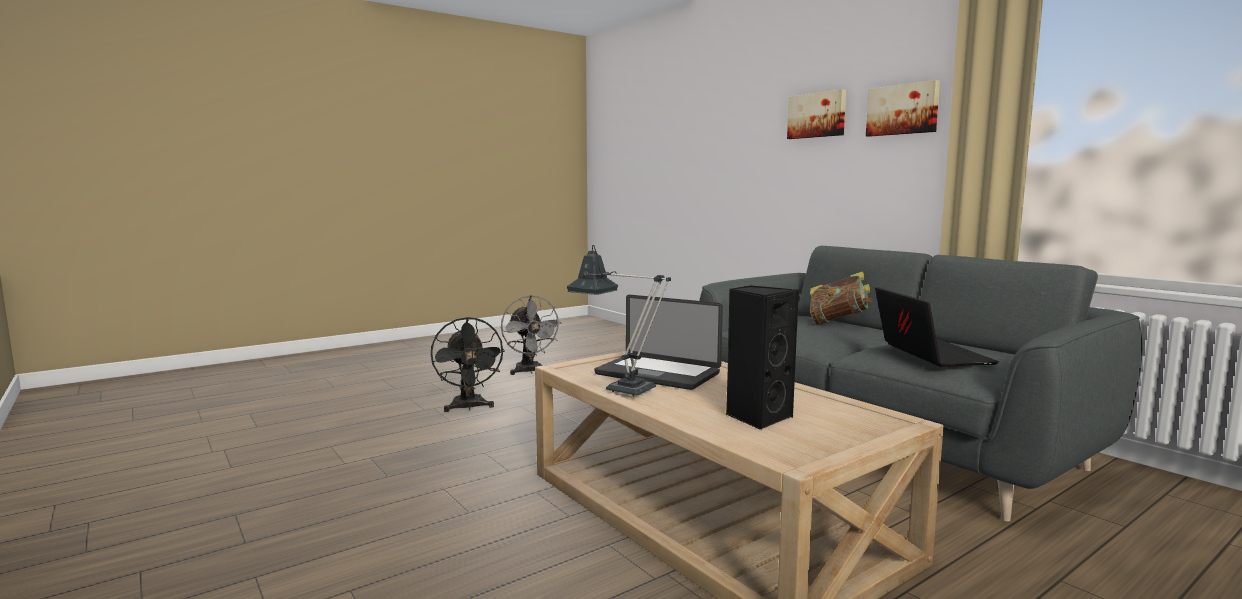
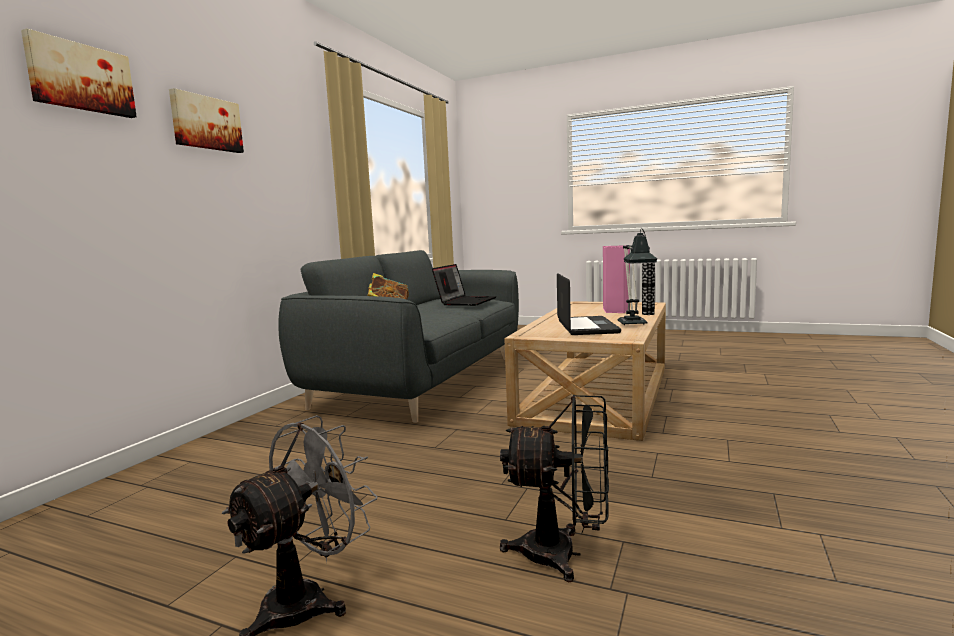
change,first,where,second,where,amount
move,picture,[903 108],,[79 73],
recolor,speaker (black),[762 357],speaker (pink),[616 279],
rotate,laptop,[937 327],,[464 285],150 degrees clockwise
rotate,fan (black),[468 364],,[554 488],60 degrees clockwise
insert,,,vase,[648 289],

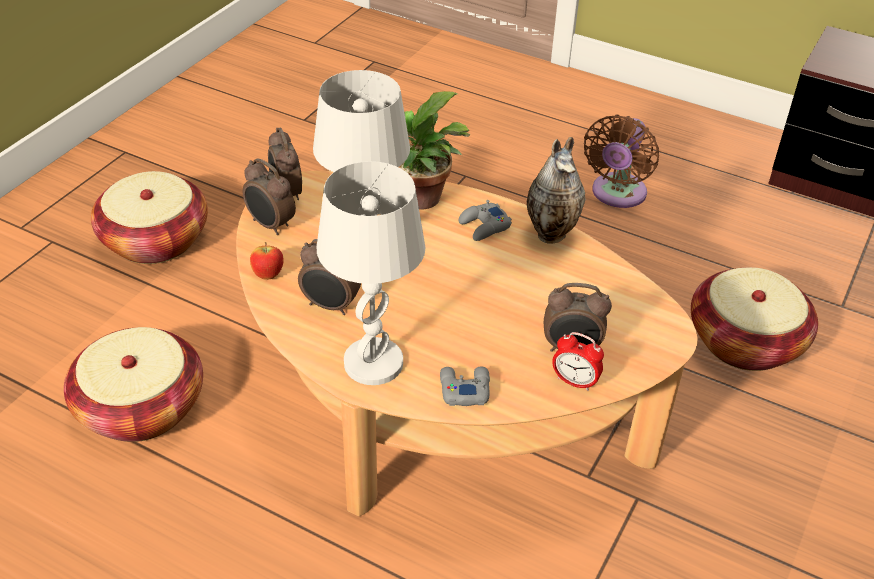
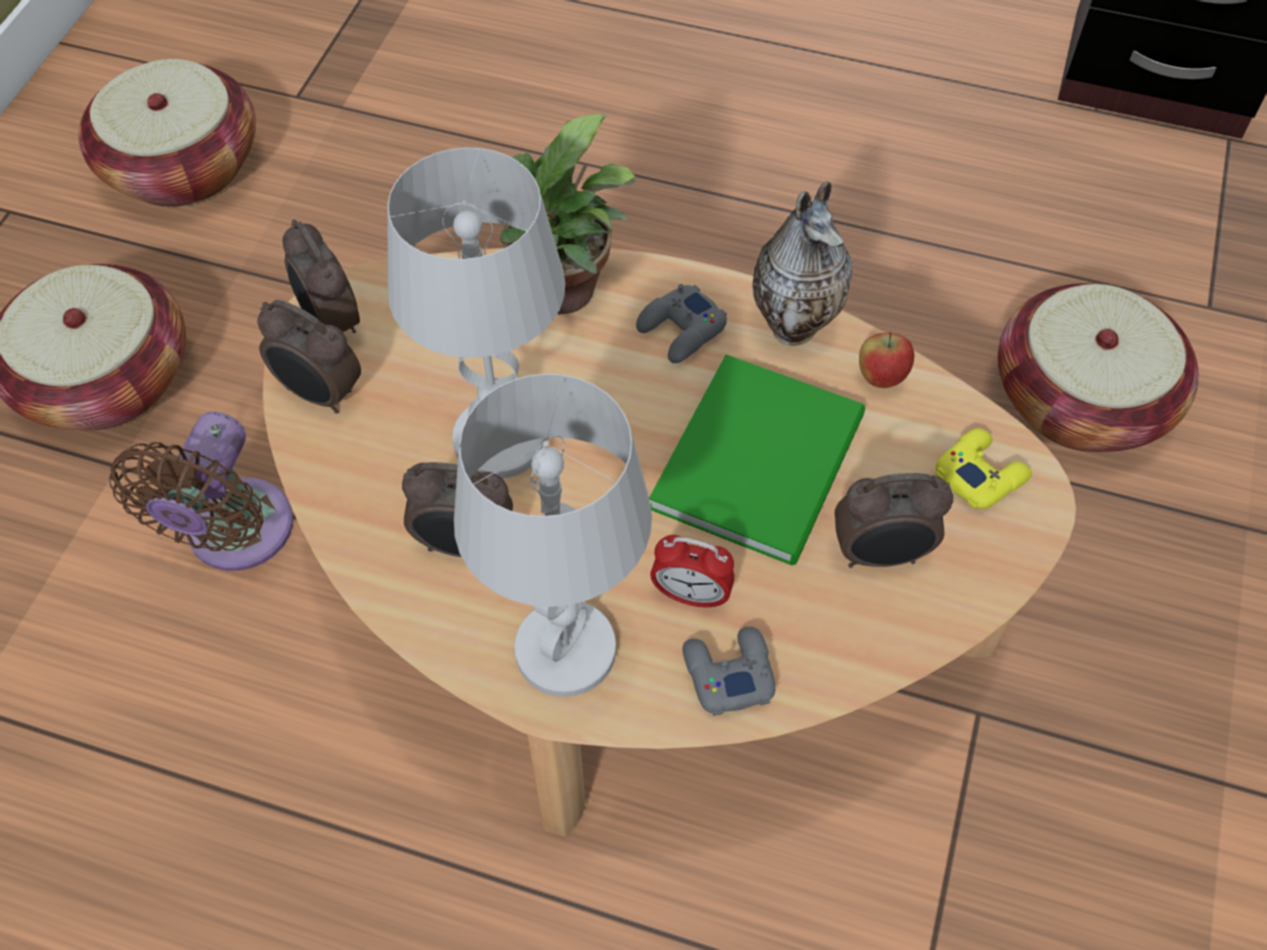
change,first,where,second,where,amount
move,fan (brown),[621 161],,[201 491],
move,apple,[267 261],,[886 360],
move,basket,[133 384],,[167 133],
move,alarm clock,[578 361],,[692 572],
insert,,,book (green),[757 459],
insert,,,game controller (yellow),[984 468],

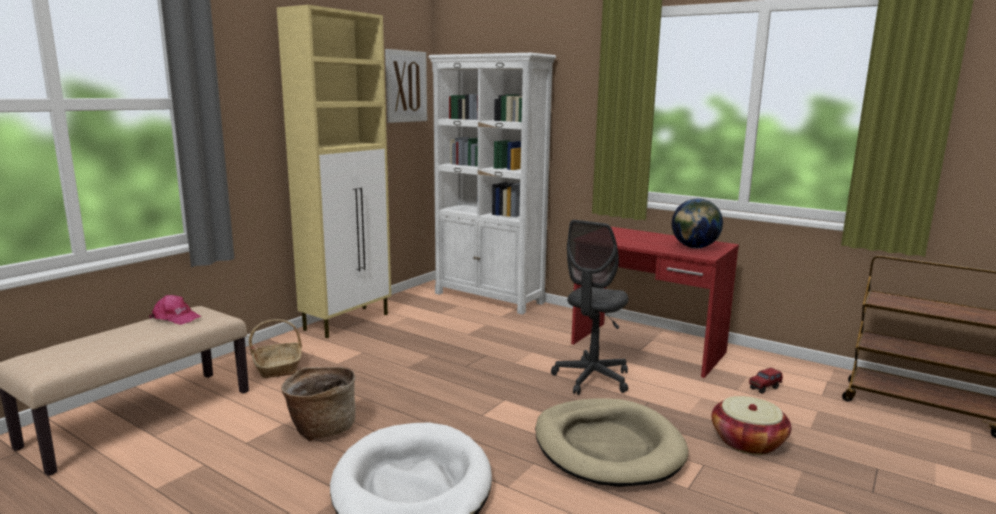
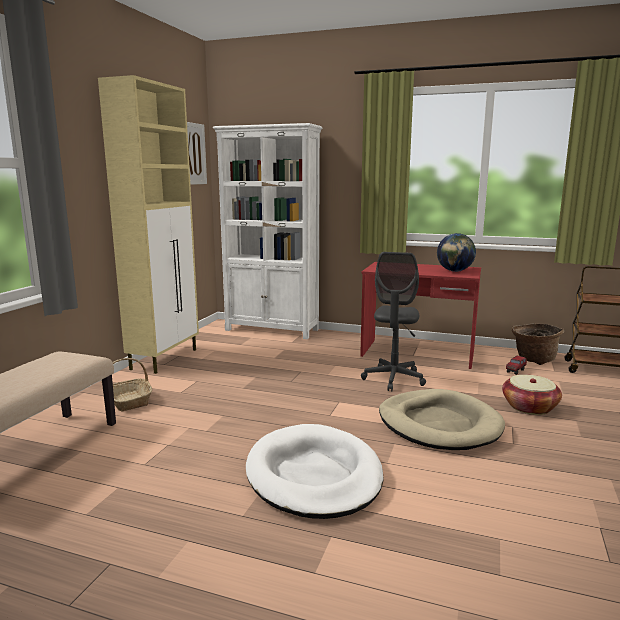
change,first,where,second,where,amount
delete,cap (pink),[175 310],,,
move,basket,[318 404],,[538 344],

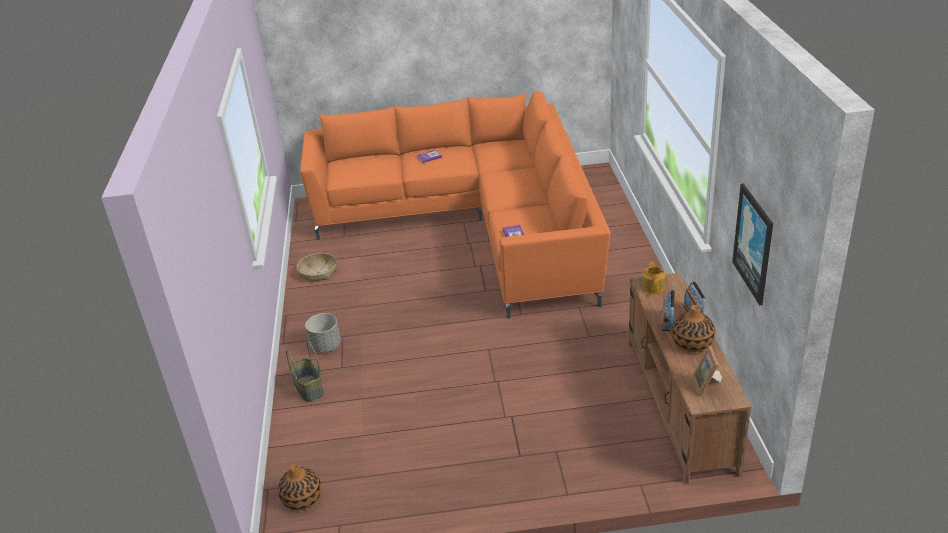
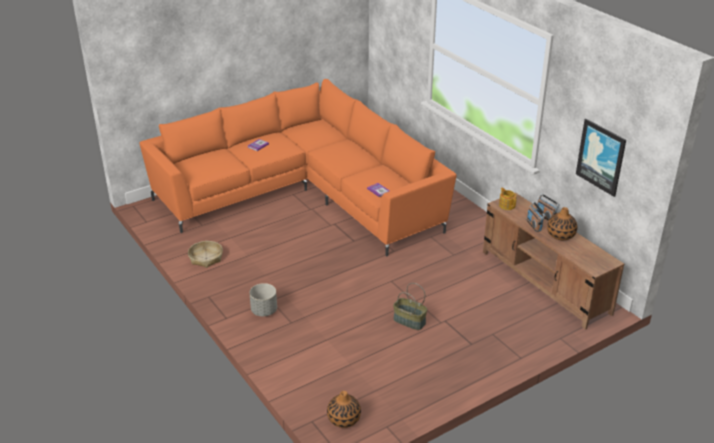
change,first,where,second,where,amount
move,basket,[305 372],,[410 306],
delete,picture frame,[707 371],,,

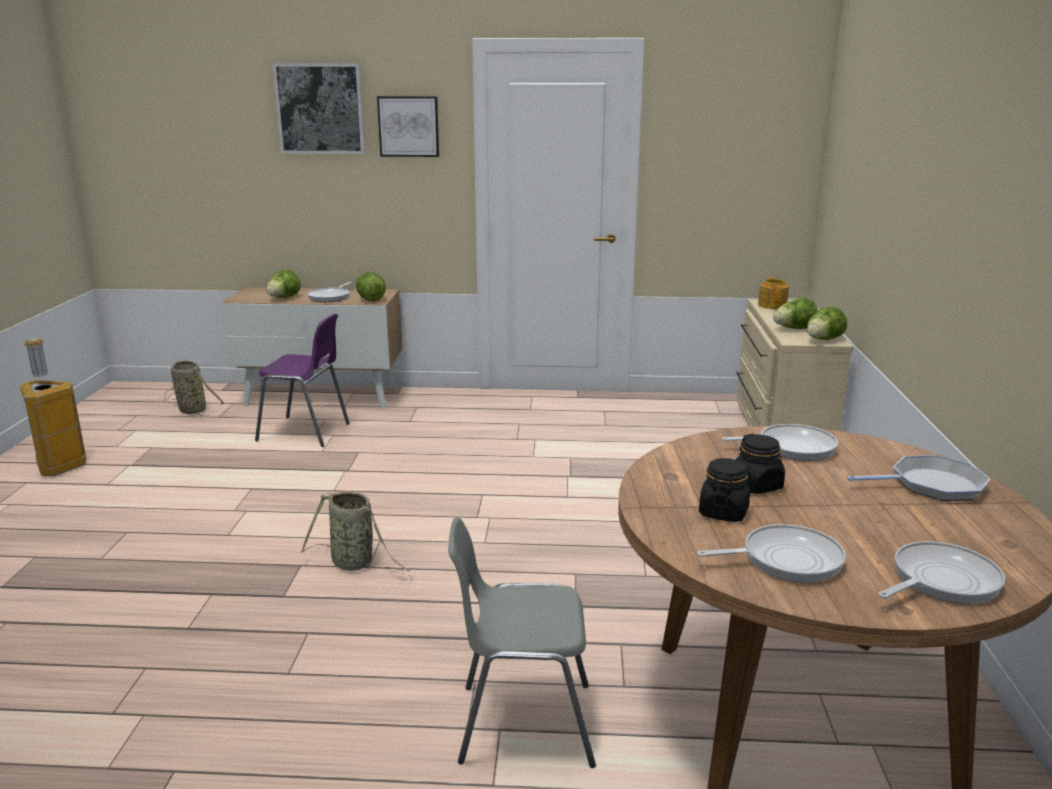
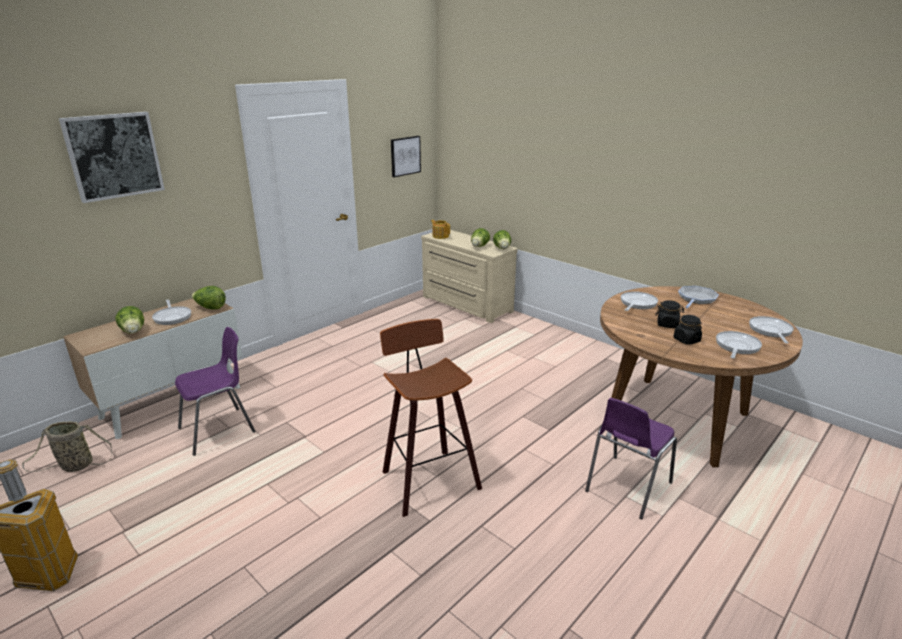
change,first,where,second,where,amount
move,picture,[408 126],,[406 156],
replace,basket,[356 531],stool,[431 418],
recolor,chair (grey),[522 642],chair (purple),[631 458],

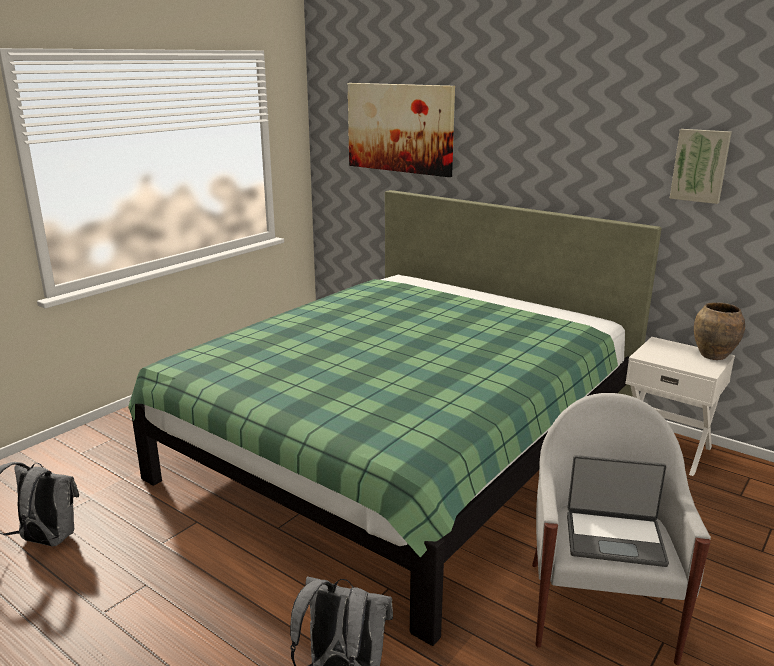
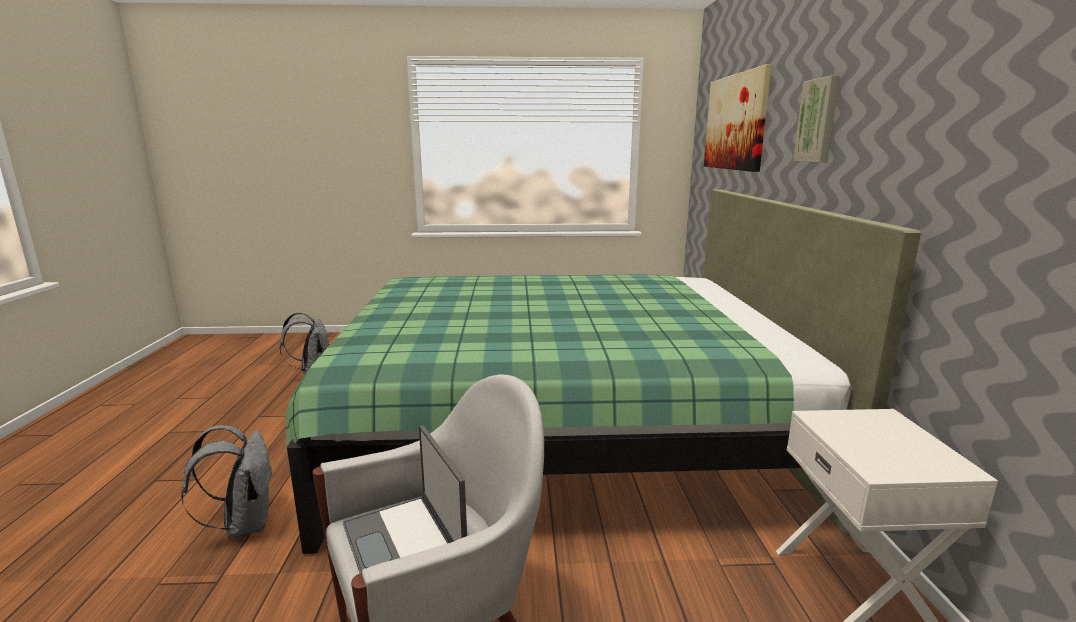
change,first,where,second,where,amount
move,picture,[701 166],,[816 118],
delete,vase (brown),[719 331],,,

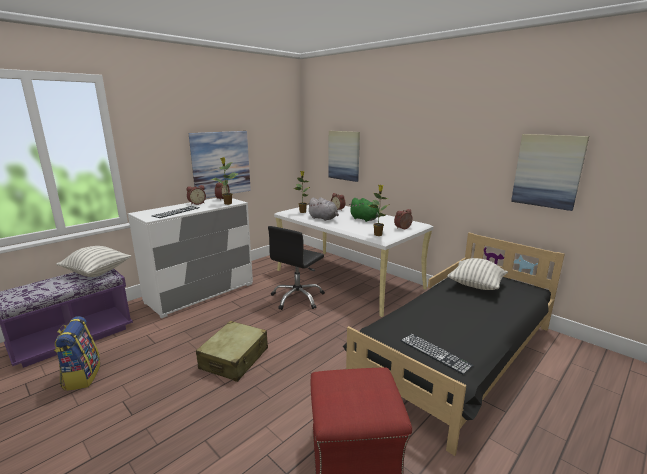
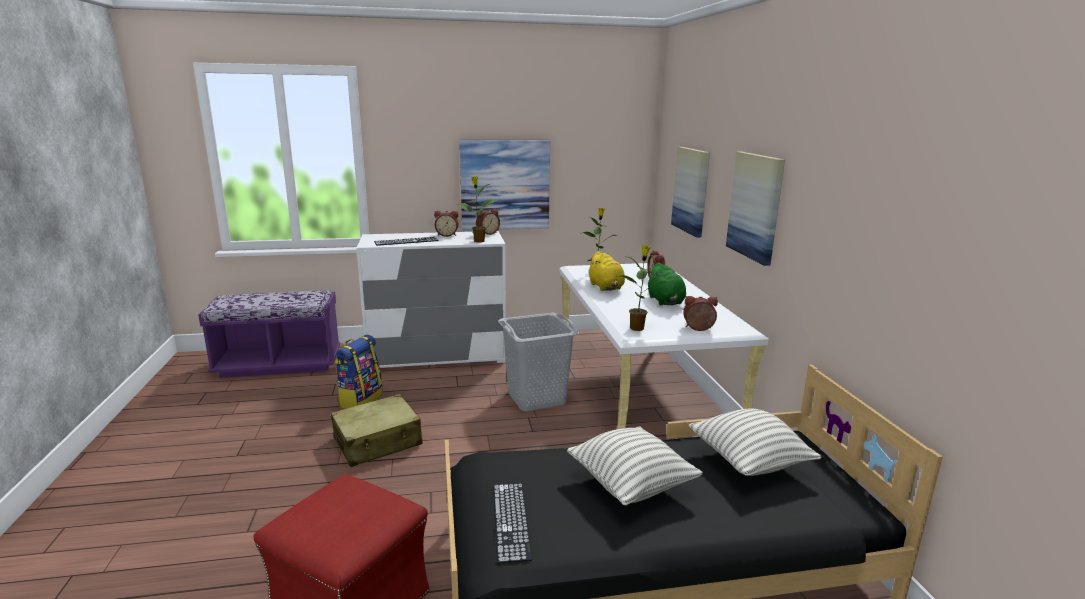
change,first,where,second,where,amount
move,picture,[550 172],,[755 209],
recolor,plush toy (grey),[323 209],plush toy (yellow),[606 271],
replace,office chair (black),[296 268],laundry basket (grey),[538 362],
move,pillow,[93 261],,[635 466],
move,backpack,[77 353],,[359 372],

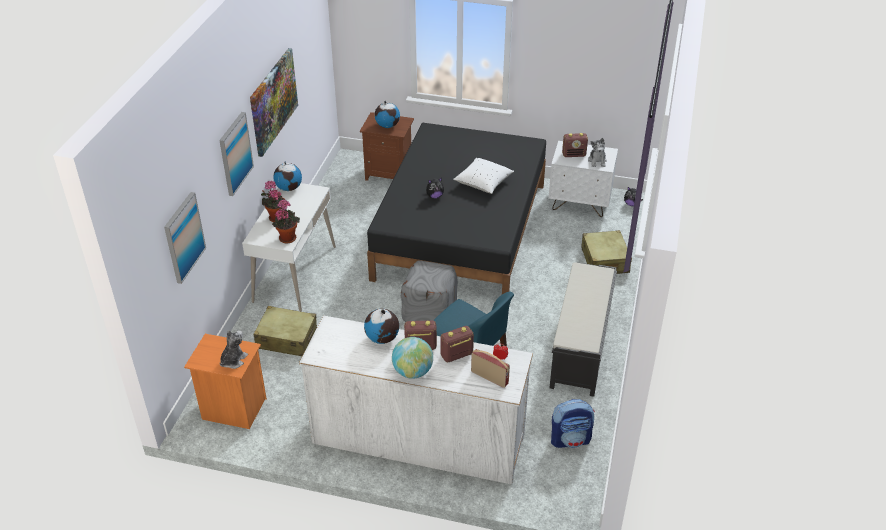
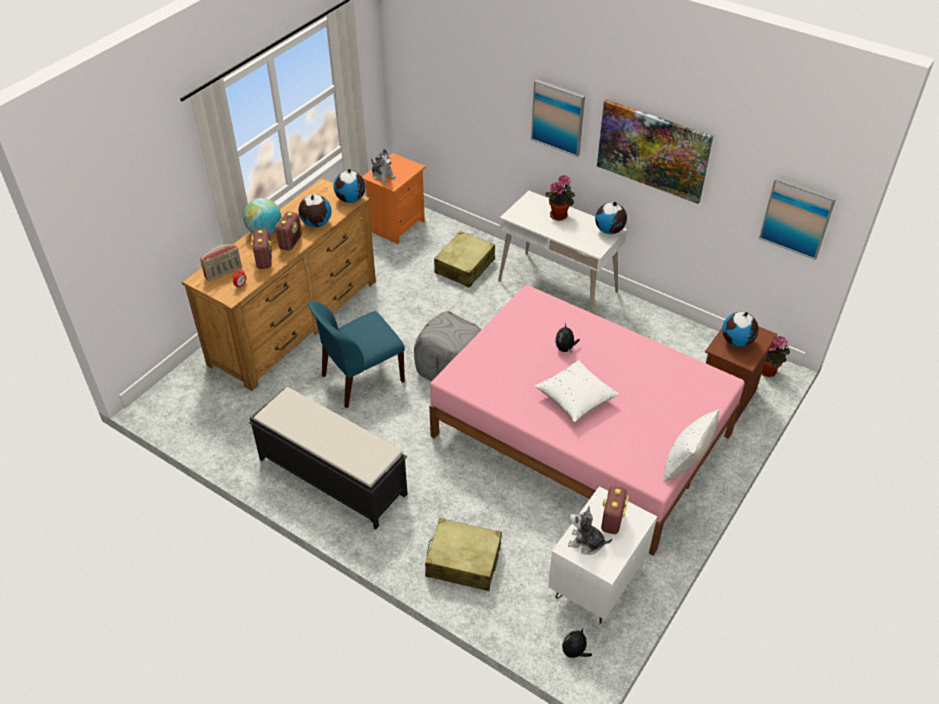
change,first,where,second,where,amount
recolor,bed (black),[456 208],bed (pink),[586 420],
move,picture,[185 238],,[797 218],
move,potted plant,[286 222],,[775 356],
recolor,dresser (white),[416 399],dresser (brown),[278 284],
delete,backpack,[573 423],,,
insert,,,globe,[349 186],
insert,,,pillow (white),[691 446],

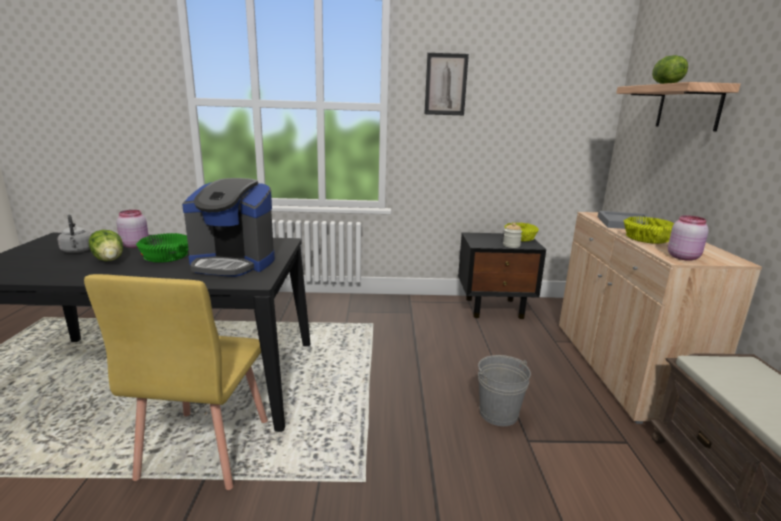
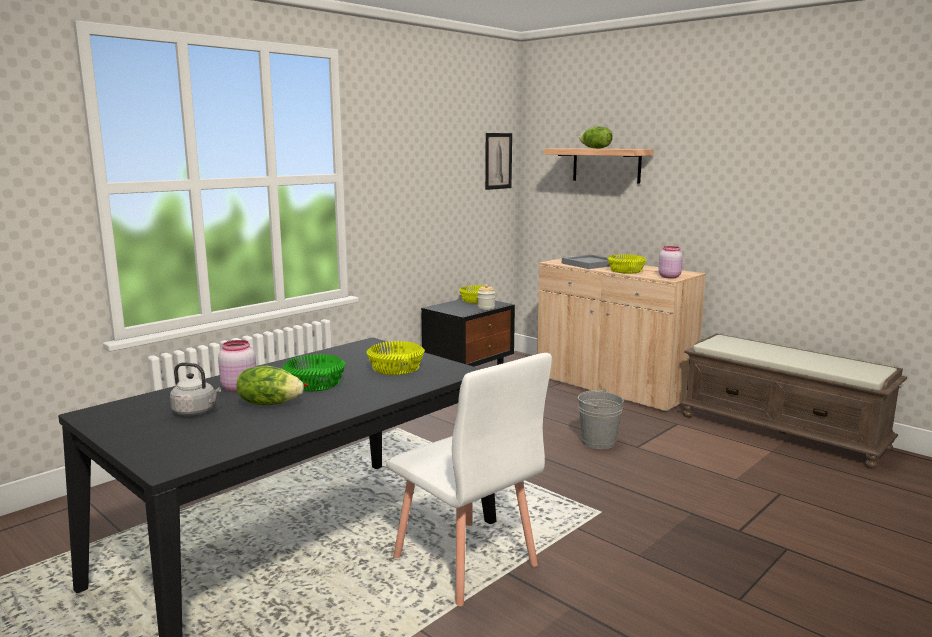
change,first,where,second,where,amount
move,picture,[446 84],,[498 161],
replace,coffee machine,[228 227],bowl (yellow),[396 358],
recolor,chair (yellow),[176 382],chair (white),[469 479],

